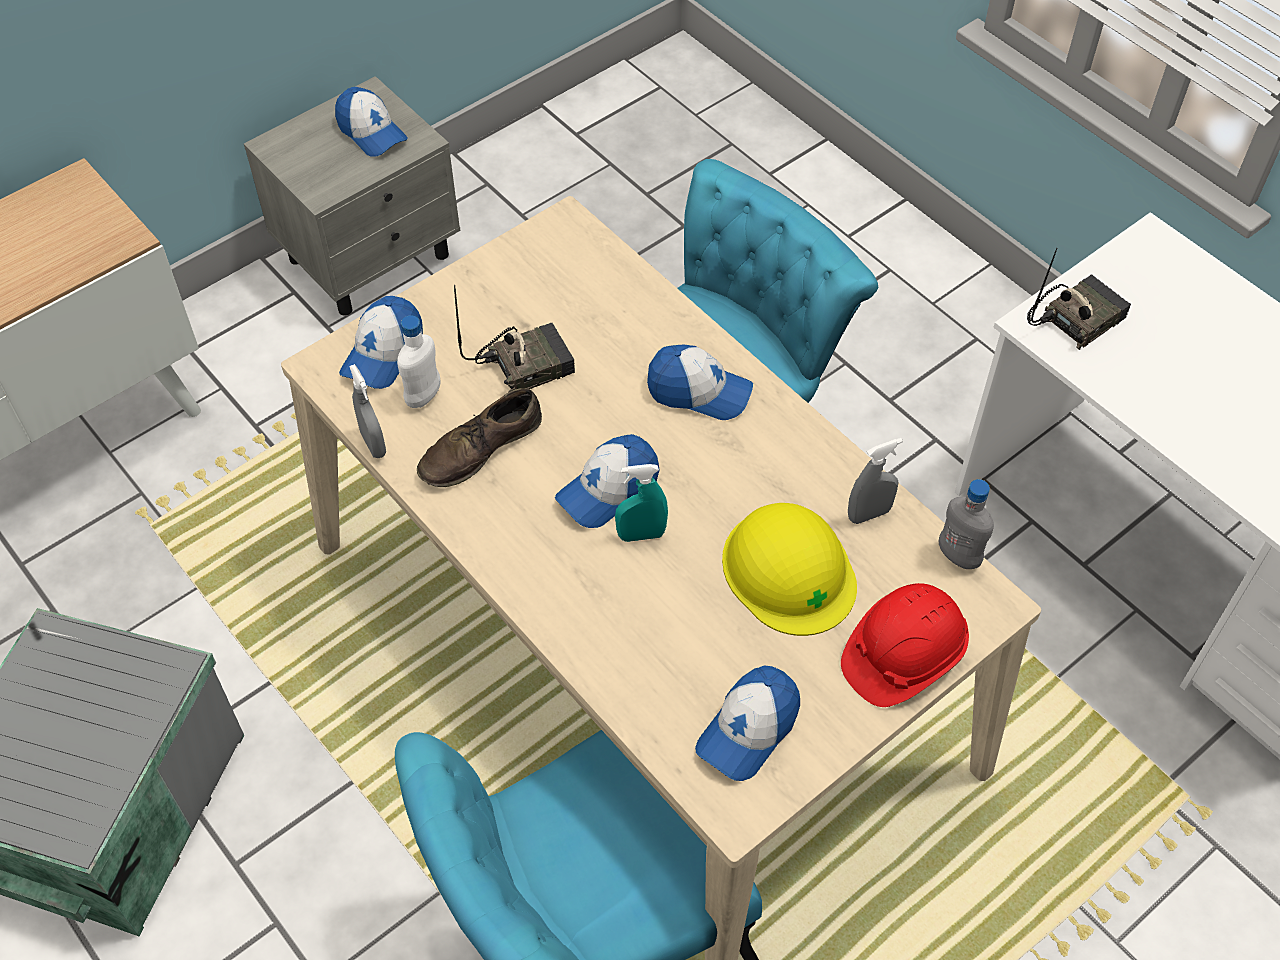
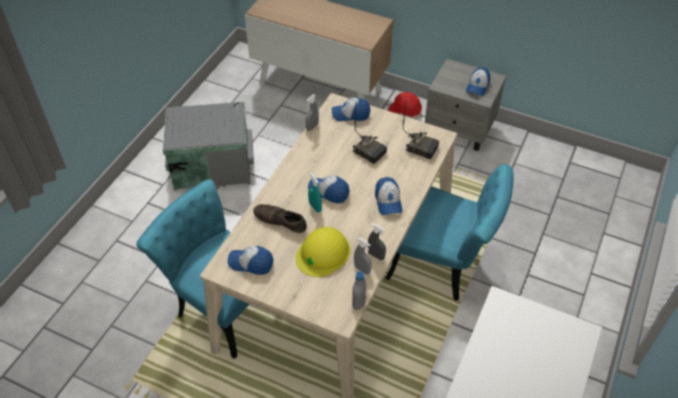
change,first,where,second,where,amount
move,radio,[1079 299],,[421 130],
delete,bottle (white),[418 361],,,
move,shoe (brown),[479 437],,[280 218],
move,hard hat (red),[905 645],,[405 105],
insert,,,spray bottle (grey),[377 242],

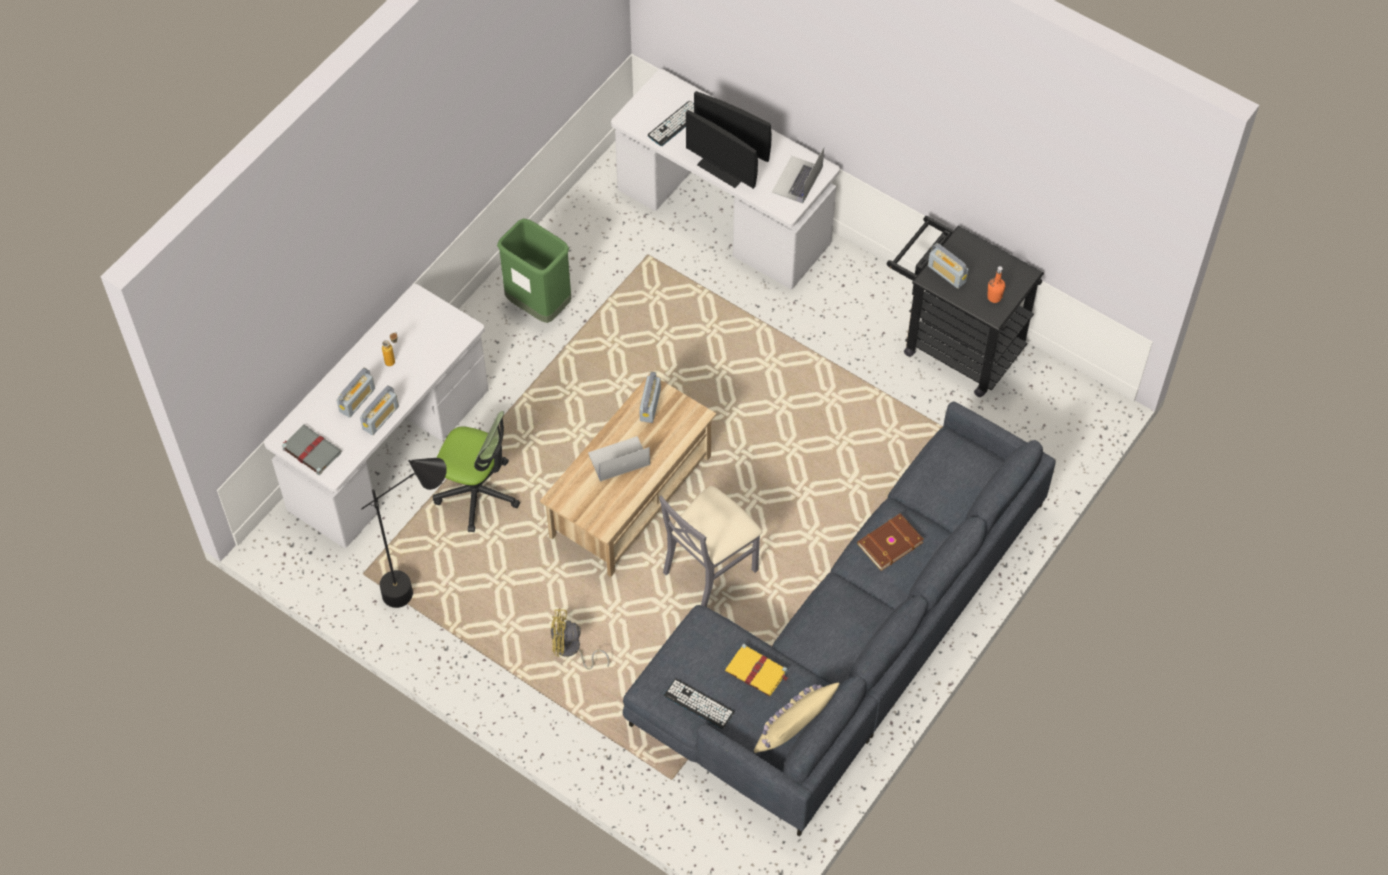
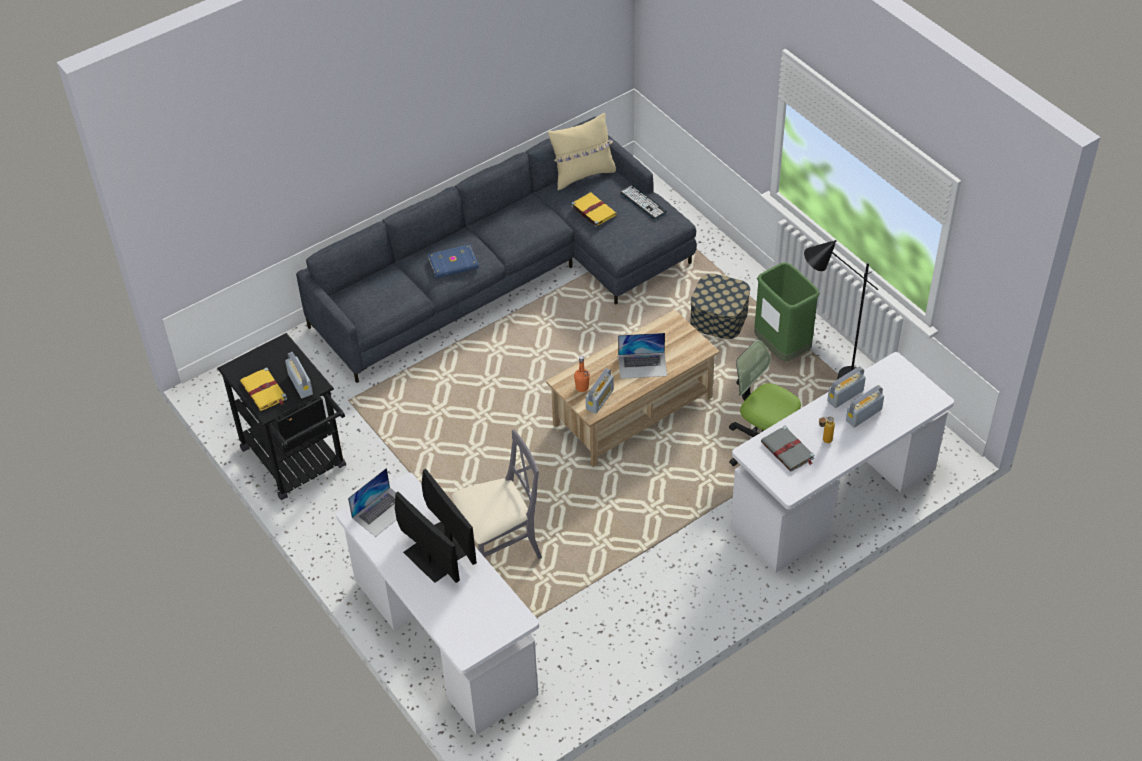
change,first,where,second,where,amount
delete,keyboard,[671 123],,,
move,trash can (green),[534 270],,[787 311],
move,bottle (orange),[996 284],,[582 374],
move,book (grey),[312 450],,[788 449],
move,chair (grey),[710 546],,[497 494],
recolor,book (brown),[890 542],book (blue),[453 261],
replace,fan (yellow),[580 639],storage box,[720 306],
insert,,,book (yellow),[263 389],

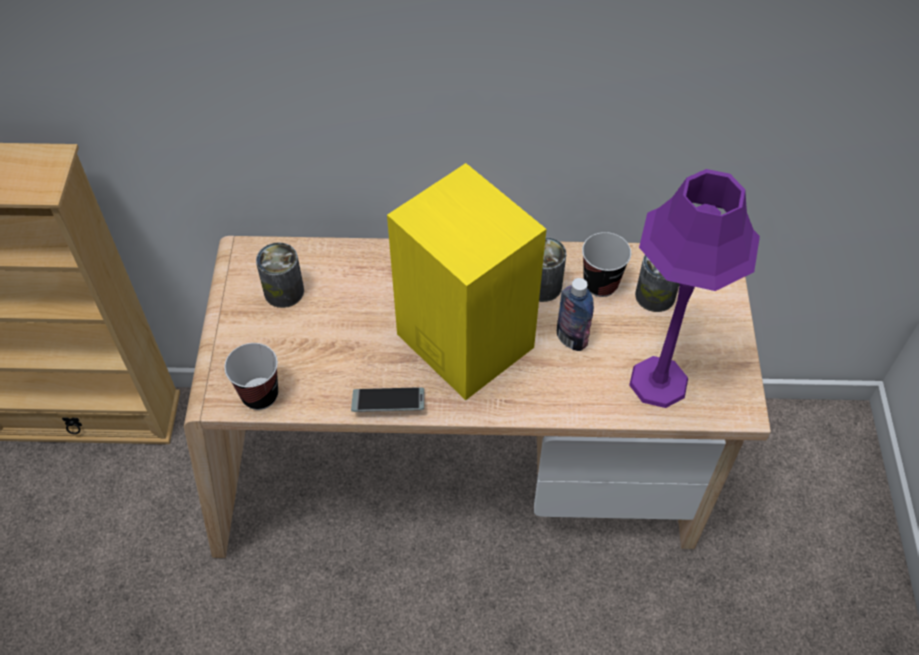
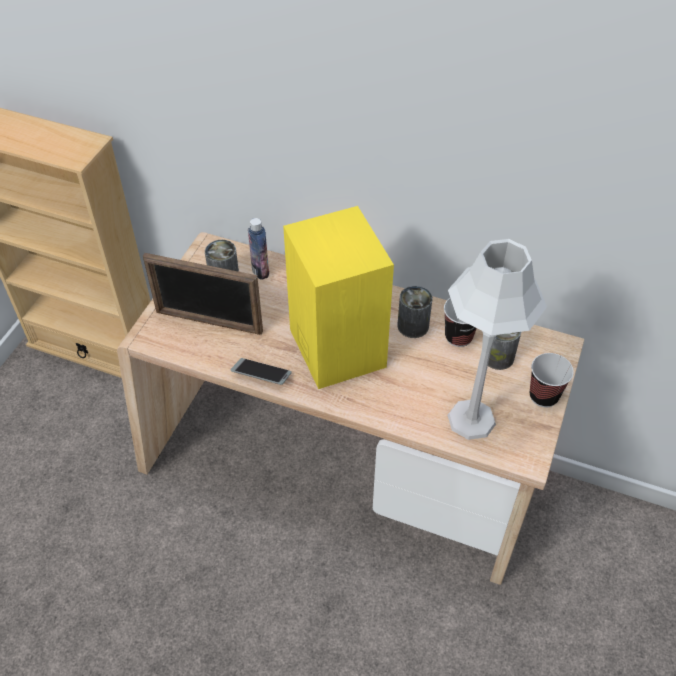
change,first,where,second,where,amount
recolor,table lamp (purple),[694 288],table lamp (grey),[497 339],
move,bottle,[575 314],,[258 249],
move,cup,[251 376],,[552 380],
insert,,,picture frame,[203 294],

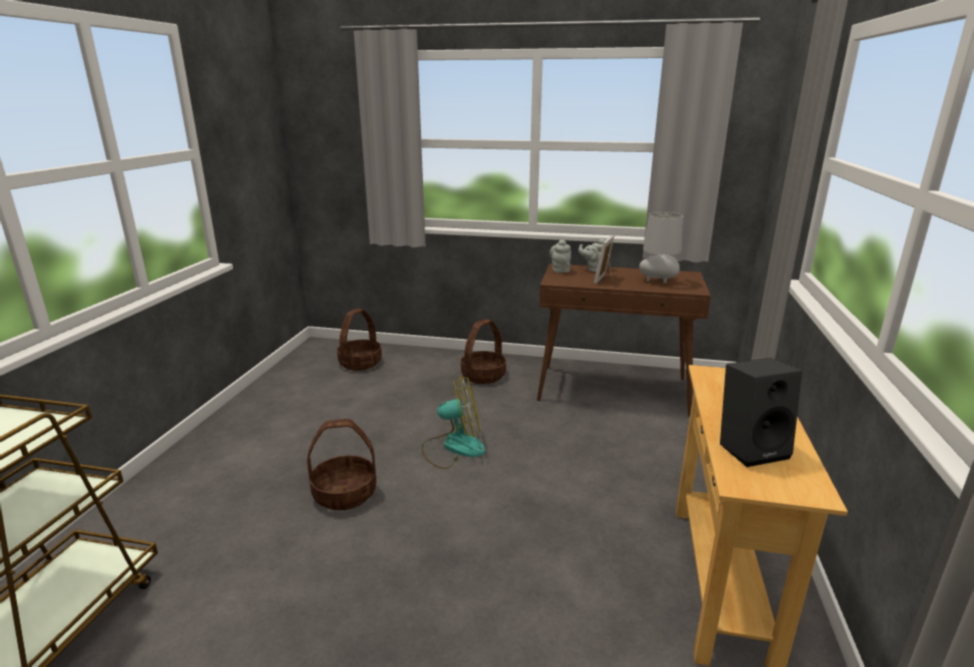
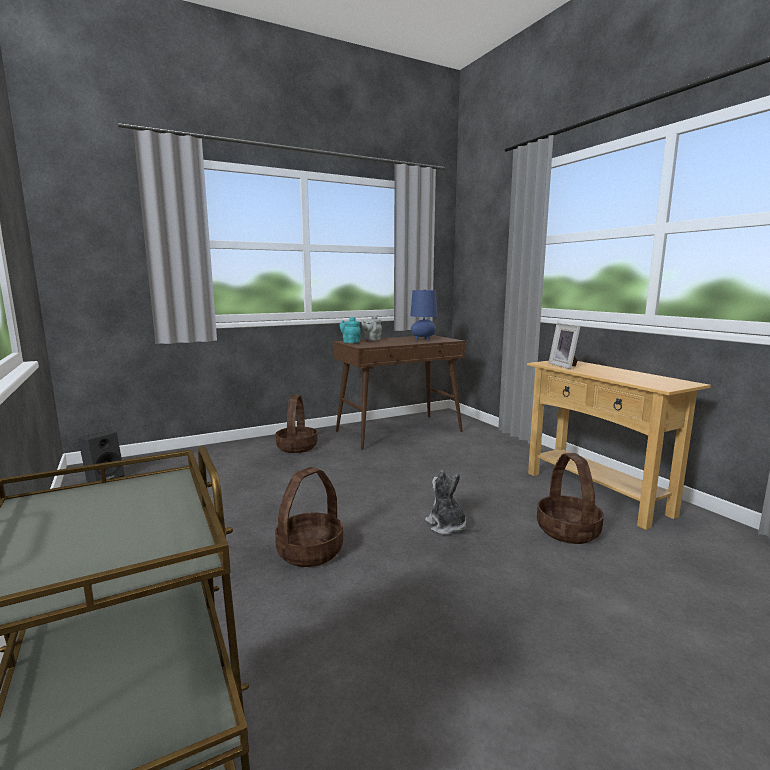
change,first,where,second,where,amount
recolor,table lamp (grey),[661 247],table lamp (blue),[423 315],
move,picture frame,[604 259],,[564 346],
recolor,teapot (grey),[560 256],teapot (turquoise),[350 330],
move,basket,[359 339],,[570 498],
move,speaker (black),[761 412],,[101 456],
delete,fan,[453 422],,,
insert,,,plush toy,[445 502],

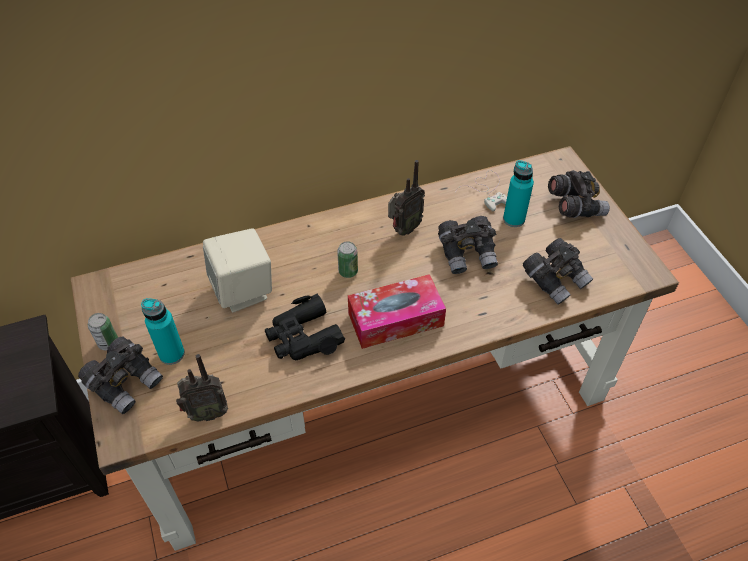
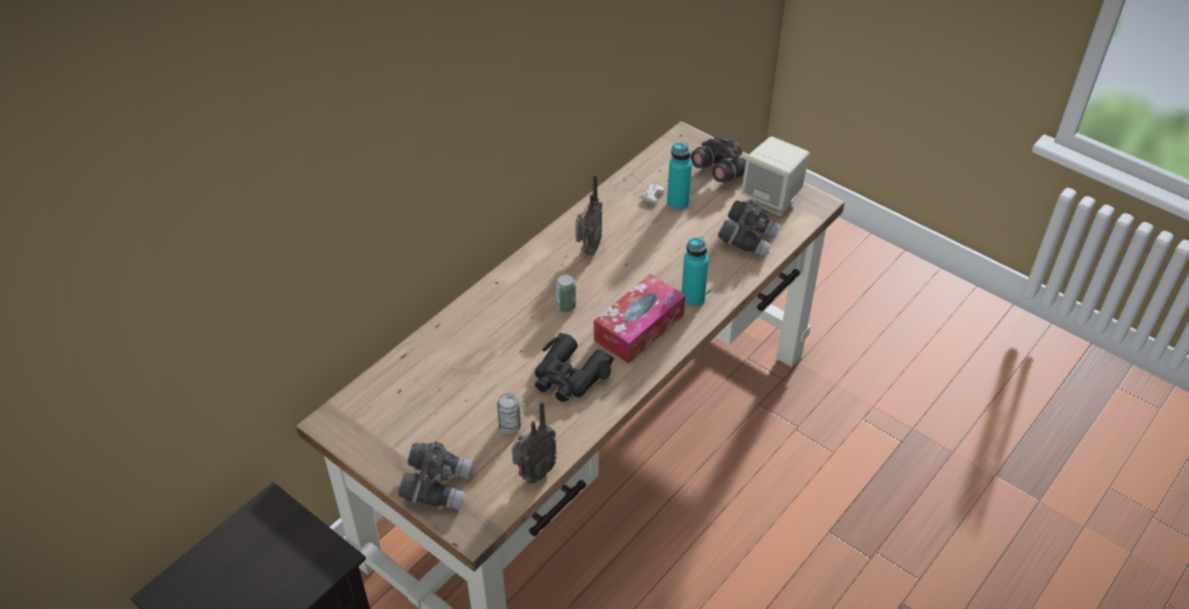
change,first,where,second,where,amount
delete,binoculars (grey),[468 245],,,
move,speaker (beige),[237 270],,[775 176],
move,bottle (turquoise),[163 331],,[695 272],
move,can,[103 331],,[509 413],

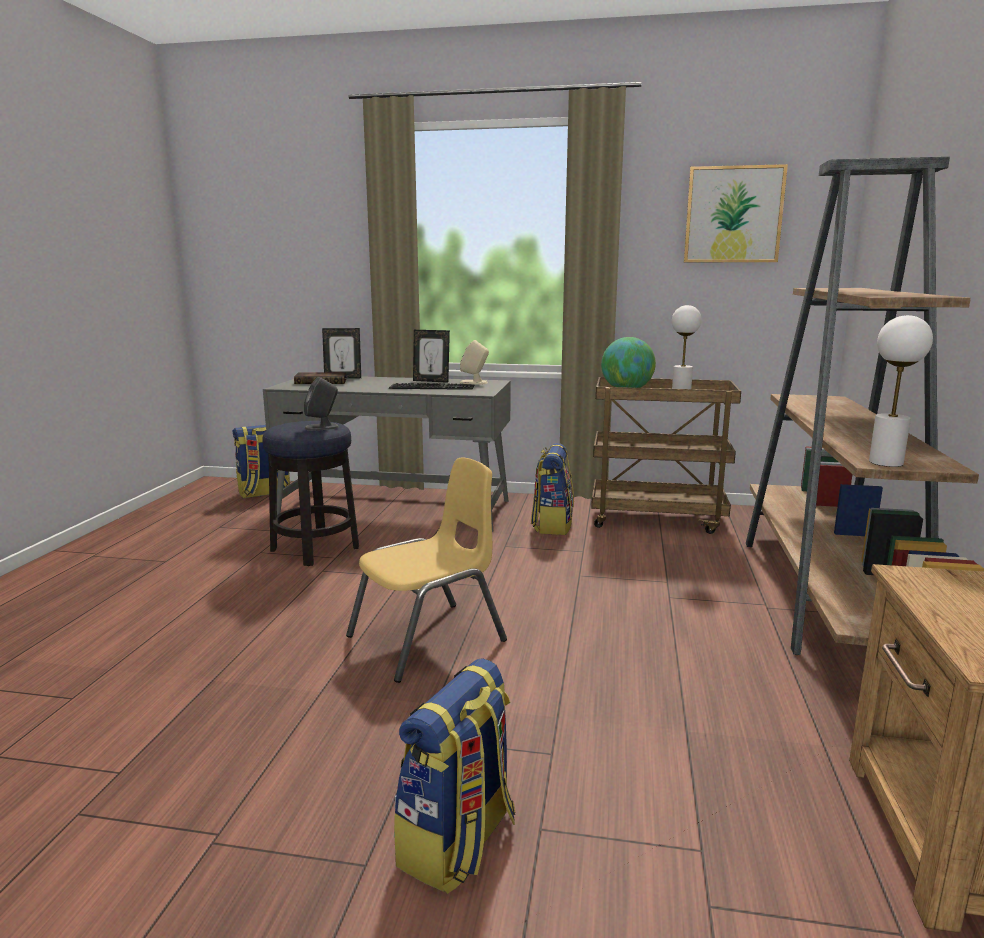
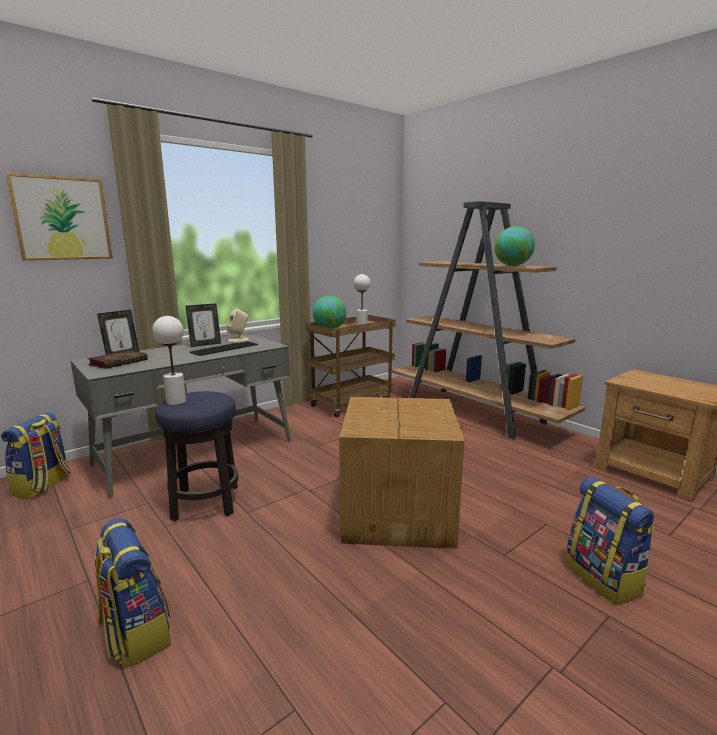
change,first,where,second,where,amount
move,picture,[736 213],,[59 216],
move,table lamp (white),[901 391],,[169 360],
delete,speaker (grey),[321 404],,,
move,backpack,[552 489],,[133 593],
replace,chair (yellow),[426 570],cardboard box,[402 473],
insert,,,globe,[514 246],

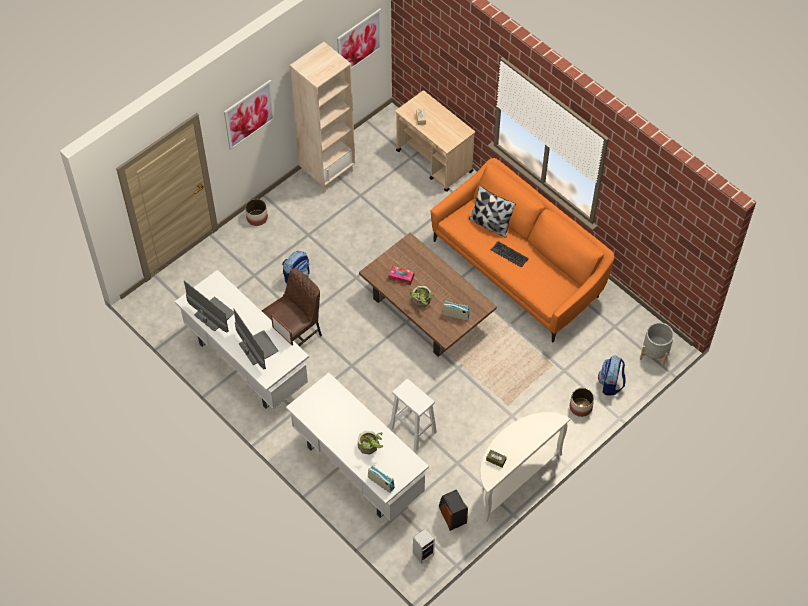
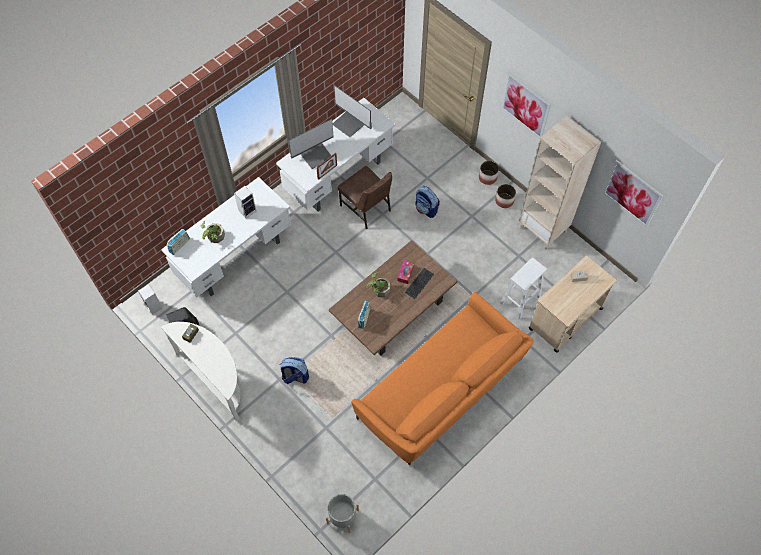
change,first,where,second,where,amount
delete,pillow,[492 211],,,
move,keyboard,[510 254],,[419 283],
rotate,monitor,[209 306],,[352 111],90 degrees clockwise
move,backpack,[612 375],,[294 370],
move,stool (white),[413 415],,[523 288],
move,planter,[582 402],,[505 196],
insert,,,speaker,[245 202],

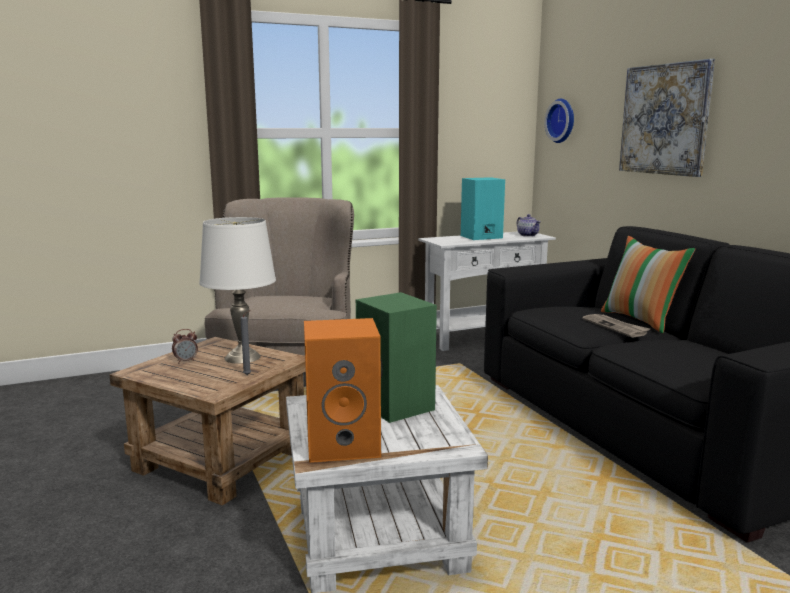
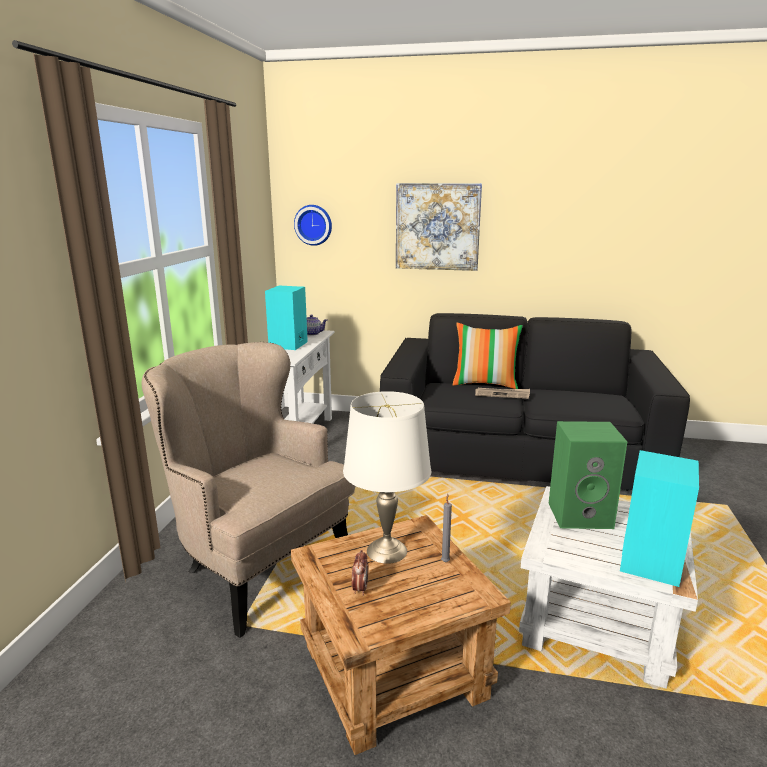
change,first,where,second,where,amount
recolor,speaker (orange),[342 390],speaker (turquoise),[659 518],

